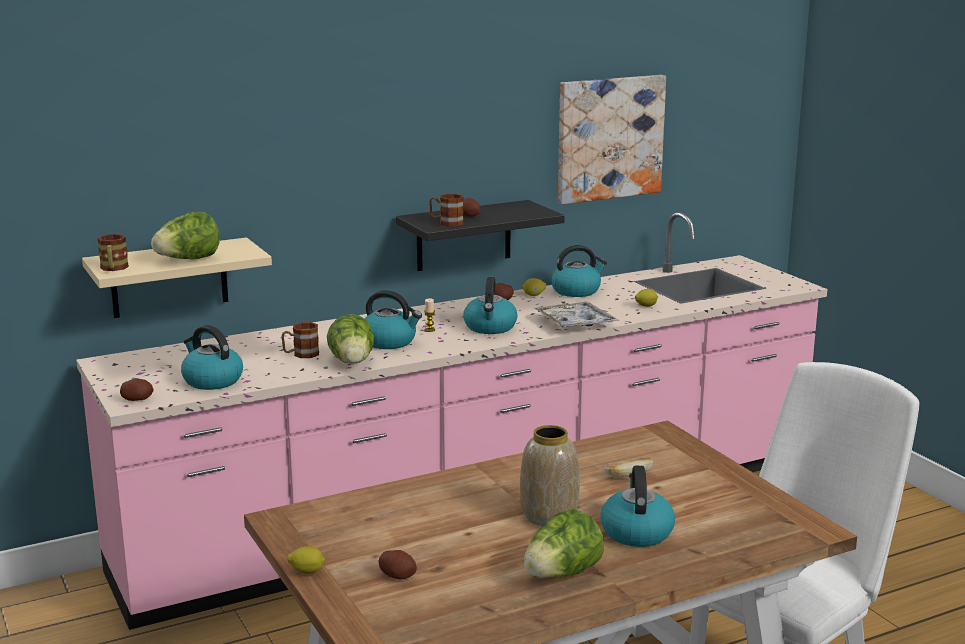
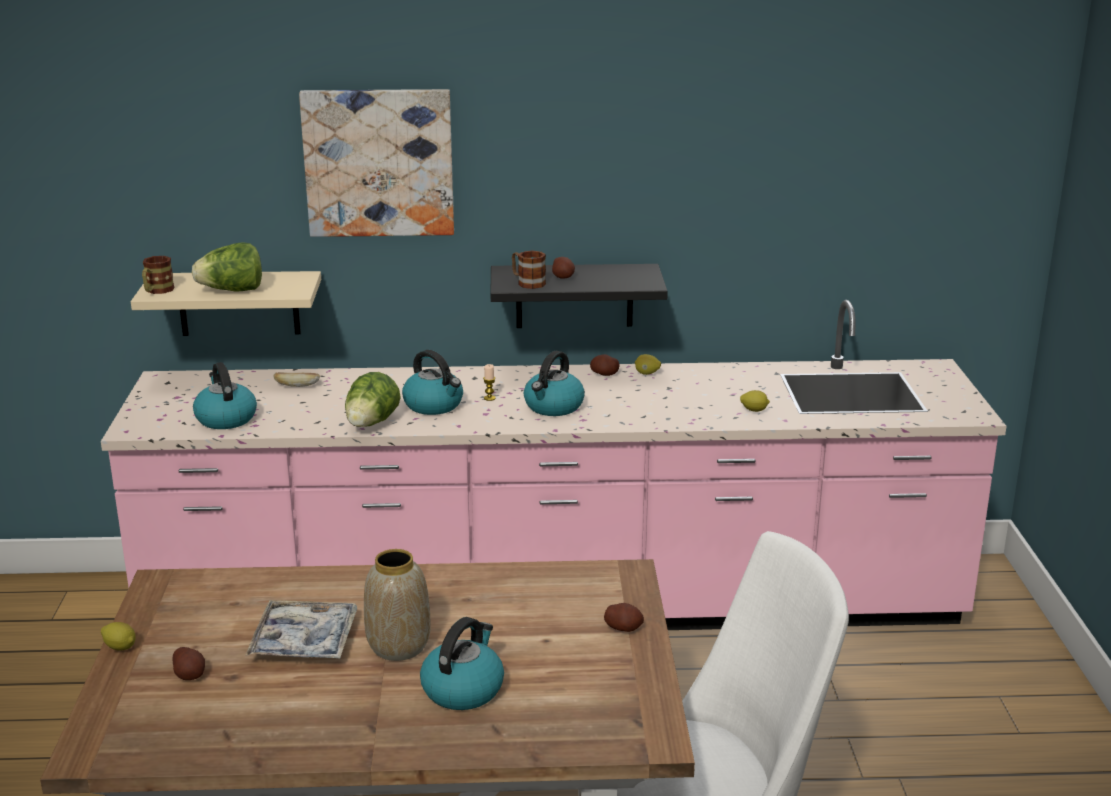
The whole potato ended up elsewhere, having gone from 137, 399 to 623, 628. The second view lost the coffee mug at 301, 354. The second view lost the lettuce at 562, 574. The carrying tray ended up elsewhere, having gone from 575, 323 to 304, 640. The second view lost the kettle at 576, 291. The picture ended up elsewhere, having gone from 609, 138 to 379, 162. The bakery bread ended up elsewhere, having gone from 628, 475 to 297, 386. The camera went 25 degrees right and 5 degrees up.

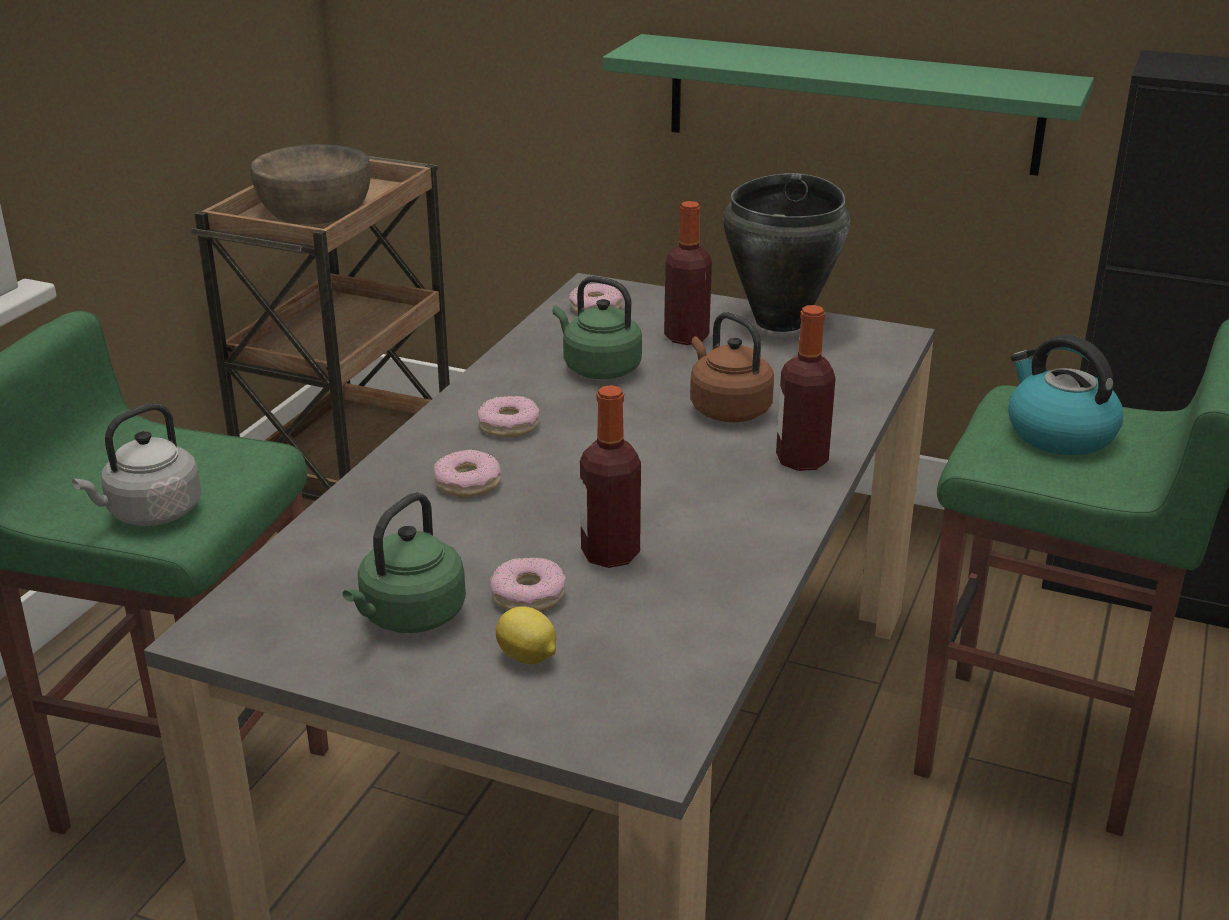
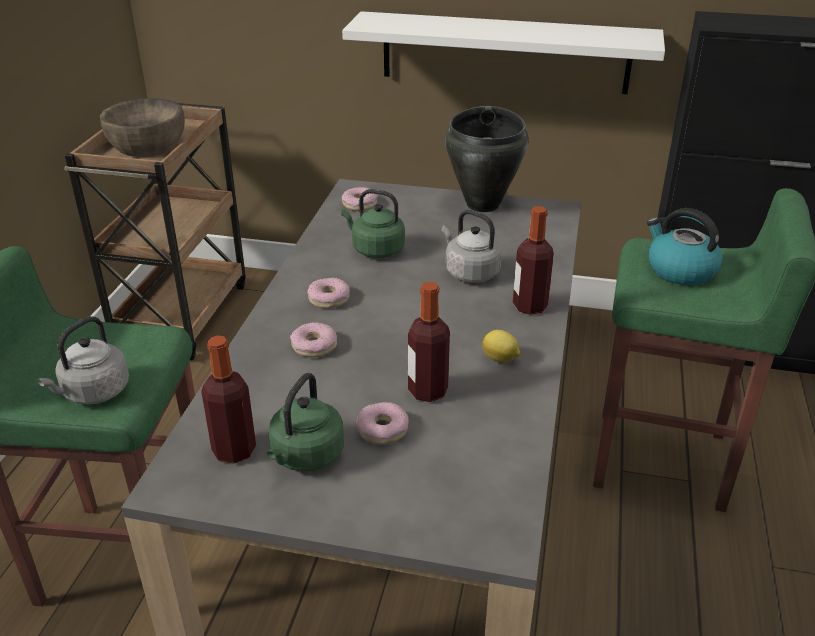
The lemon ended up elsewhere, having gone from 528, 658 to 500, 359. What was the greenish bracket shelf at 851, 103 turned into the whitish bracket shelf at 505, 52. The drink bottle ended up elsewhere, having gone from 686, 337 to 234, 450. What was the brownish kettle at 727, 409 turned into the greyish kettle at 469, 272. The camera went 10 degrees left and 5 degrees up.

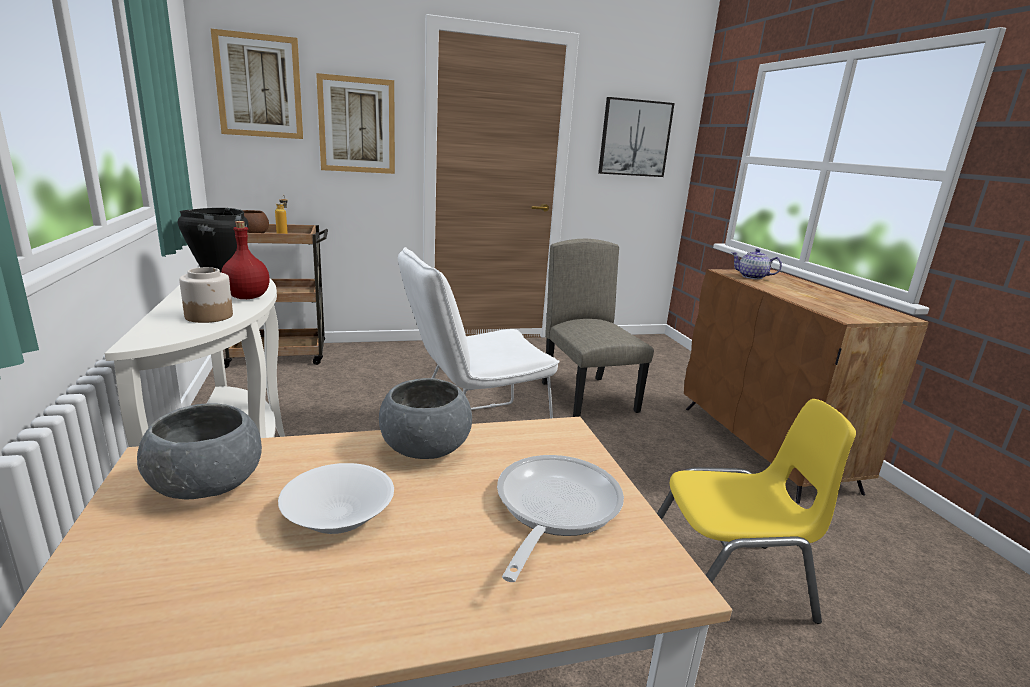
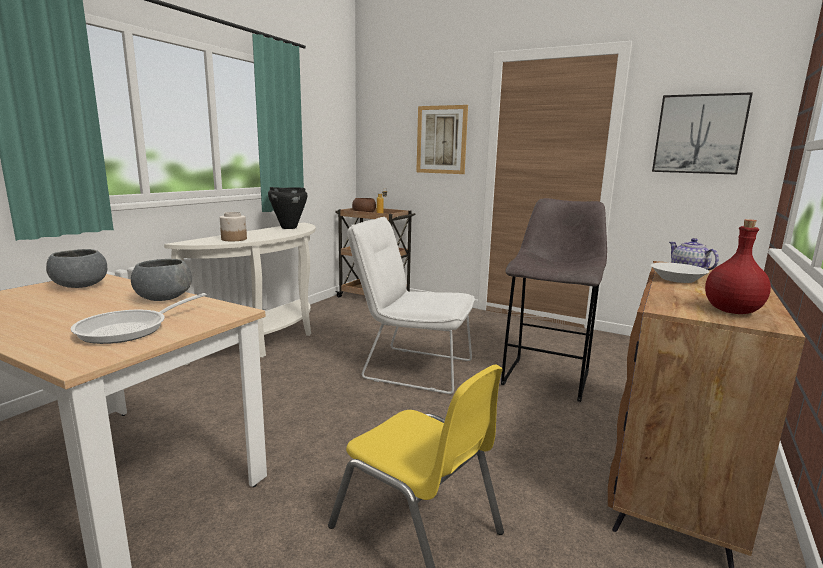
The second view lost the picture at 259, 86. The red-coloured drink bottle ended up elsewhere, having gone from 247, 297 to 731, 311. The whitish deep dish ended up elsewhere, having gone from 340, 514 to 678, 279. The skillet at 553, 509 ended up facing another way, 150 degrees clockwise from before. Where the beige-coloured plain chair stood at 589, 397, the greyish stool came to stand at 546, 377. The camera went 45 degrees right and 5 degrees down.

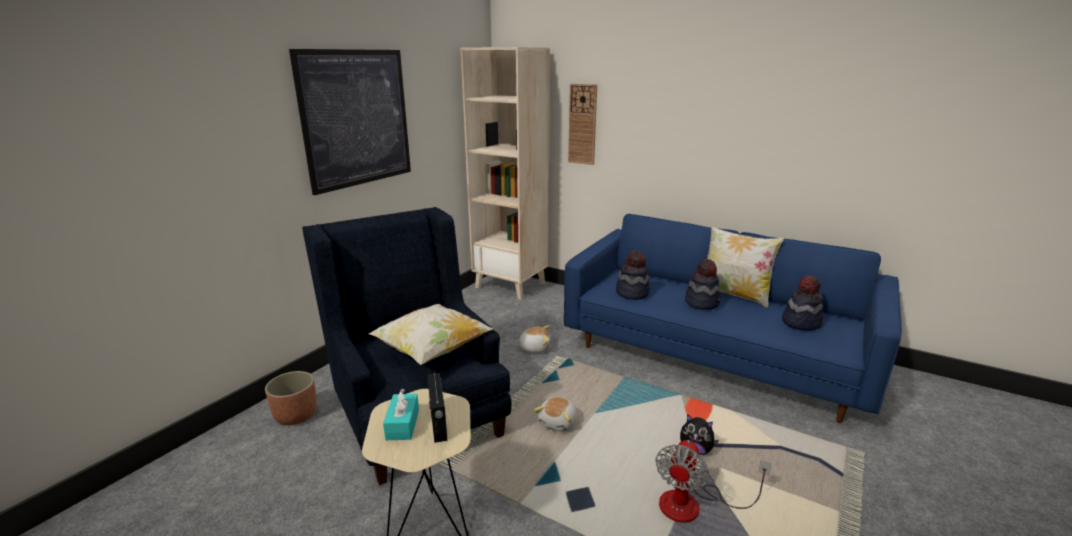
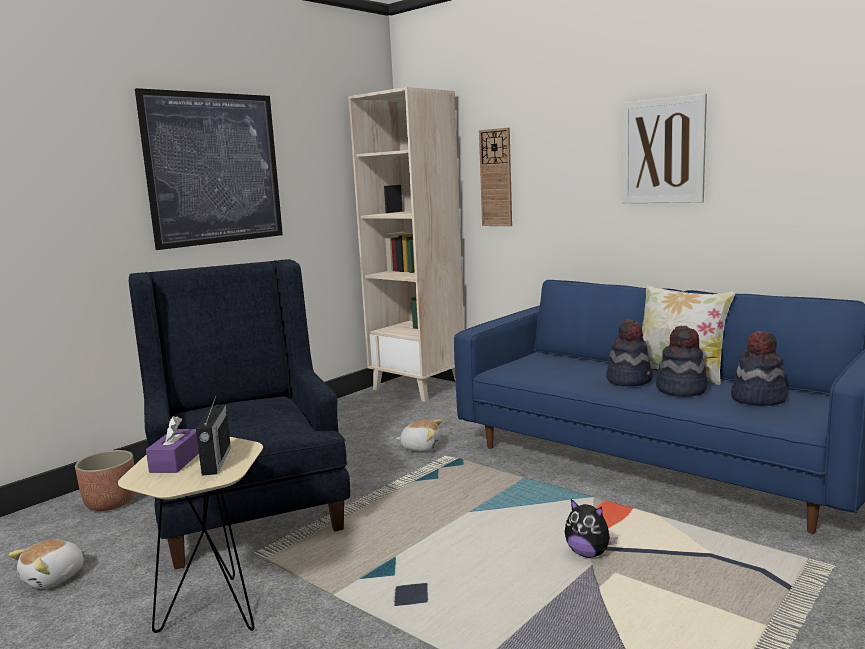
The second view lost the cushion at 432, 351. What was the turquoise-coloured tissue box at 402, 424 turned into the purple-coloured tissue box at 176, 461. The cuddly toy ended up elsewhere, having gone from 558, 422 to 54, 578. The hat ended up elsewhere, having gone from 632, 293 to 681, 389. The second view lost the cooling fan at 693, 505. The second view gained the picture at 663, 151. The camera went 10 degrees right and 10 degrees down.

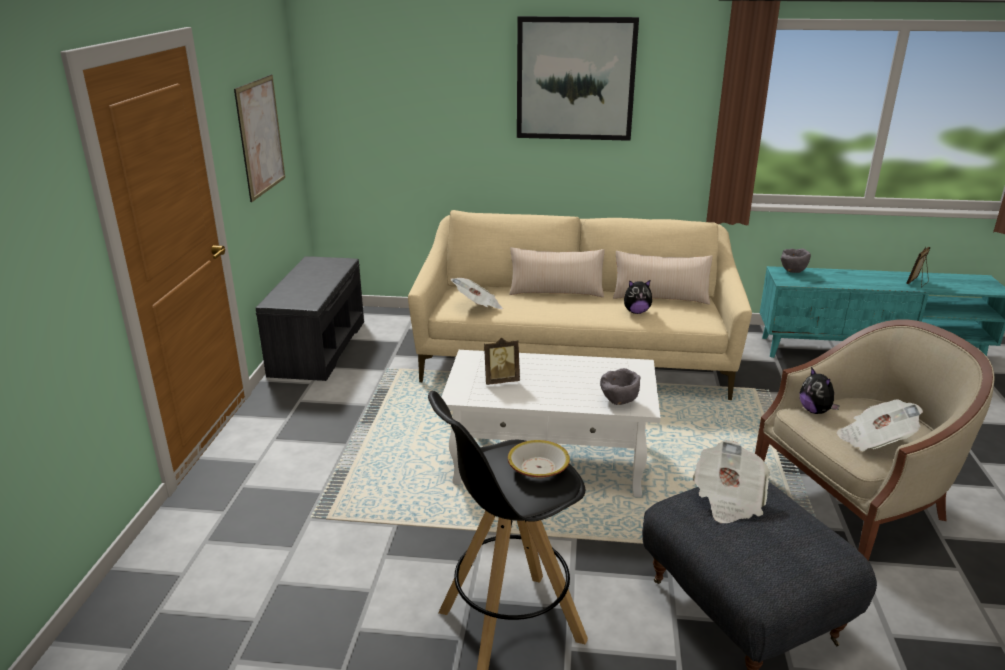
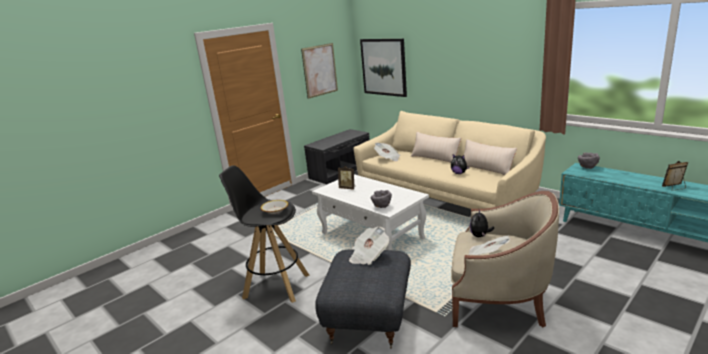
The picture ended up elsewhere, having gone from 575, 79 to 383, 67. The camera went 40 degrees right and 5 degrees down.

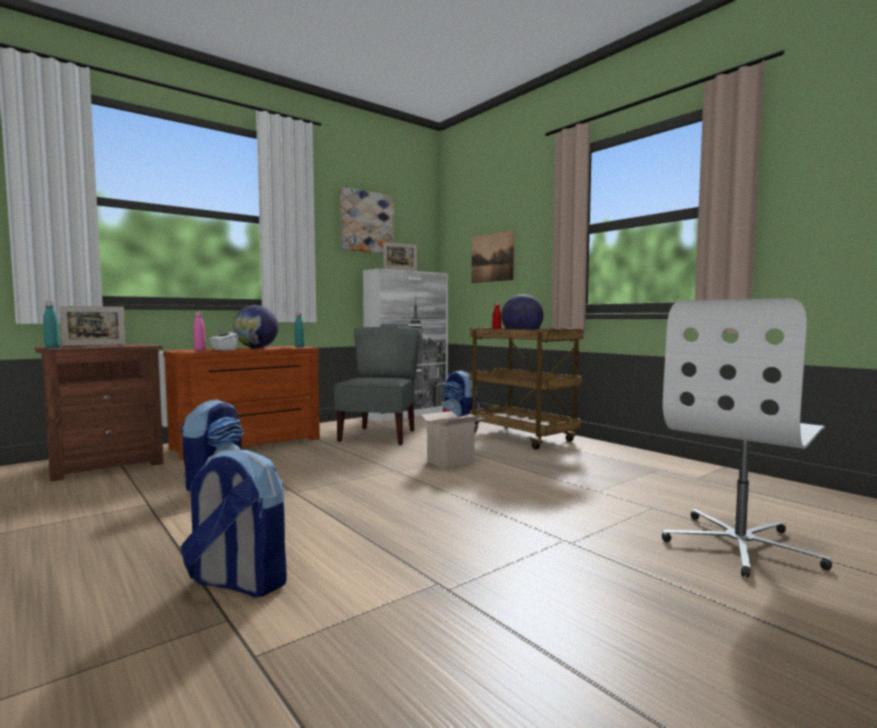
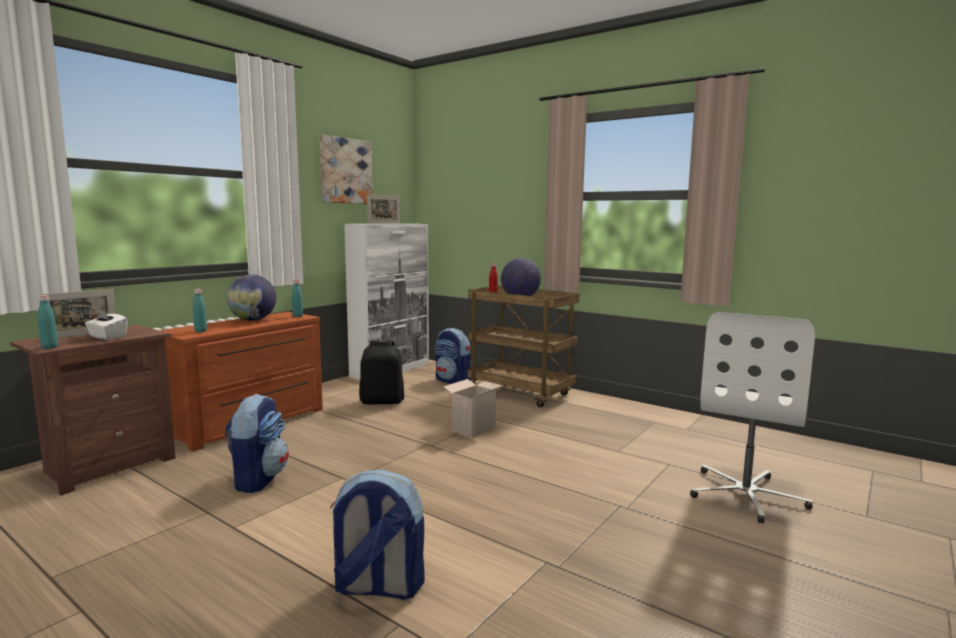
What was the pinkish drink bottle at 199, 350 turned into the turquoise-coloured drink bottle at 200, 331. The whitish tissue box ended up elsewhere, having gone from 223, 350 to 107, 337. Where the greyish plain chair stood at 379, 436, the black knapsack came to stand at 382, 401. The second view lost the picture at 492, 257. The camera went 15 degrees left and 5 degrees up.

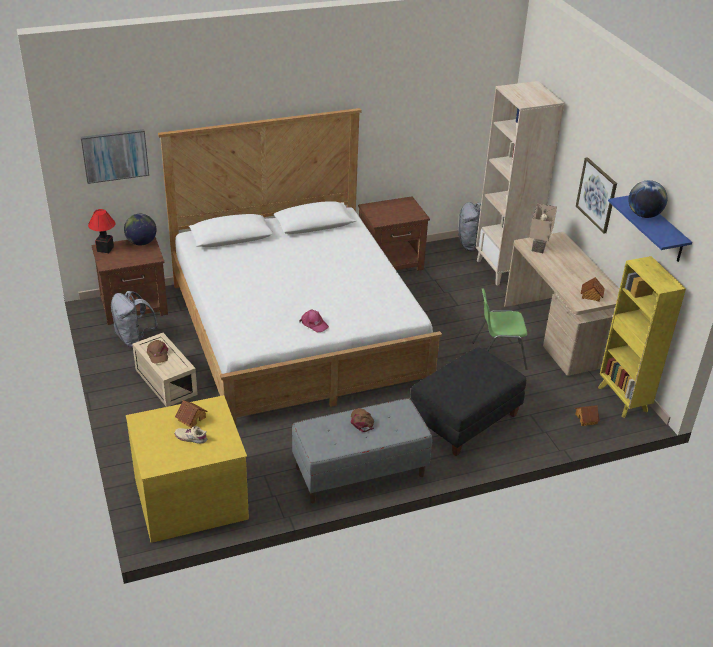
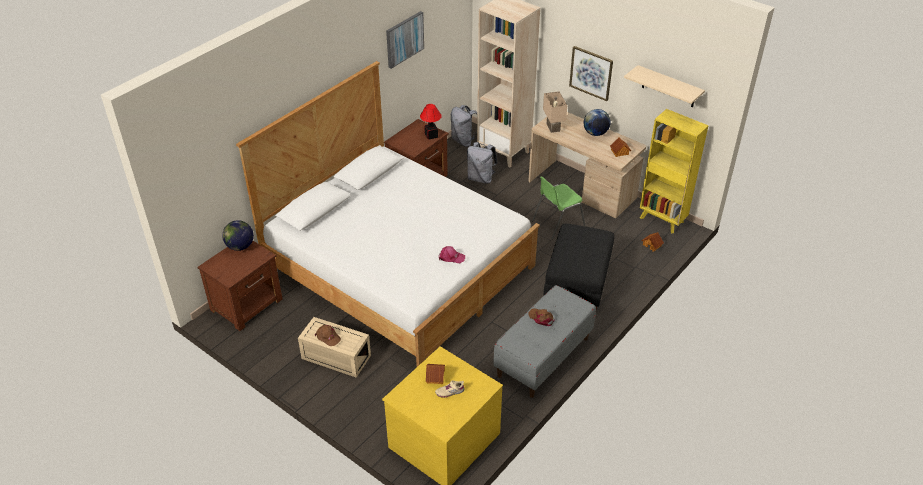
The picture ended up elsewhere, having gone from 115, 155 to 404, 39. The lamp for a table ended up elsewhere, having gone from 105, 248 to 431, 135. The greyish knapsack ended up elsewhere, having gone from 134, 339 to 481, 178. What was the blue bracket shelf at 660, 229 turned into the beige-coloured bracket shelf at 669, 87. The globe ended up elsewhere, having gone from 643, 215 to 595, 133. The camera went 30 degrees left and 5 degrees up.

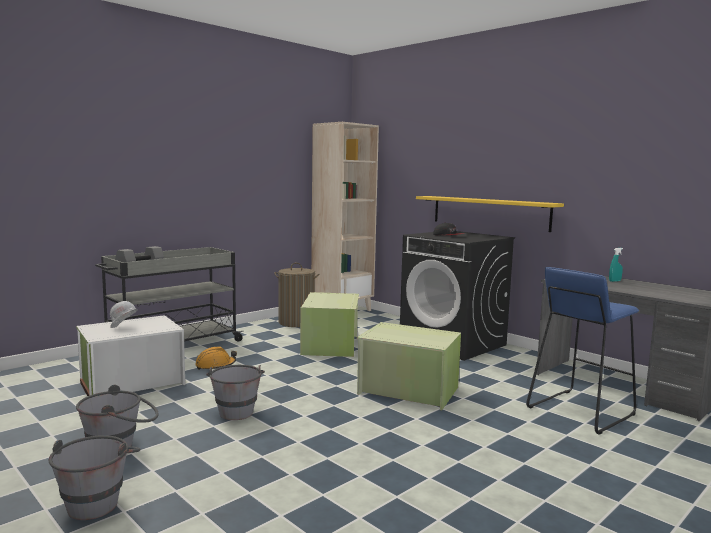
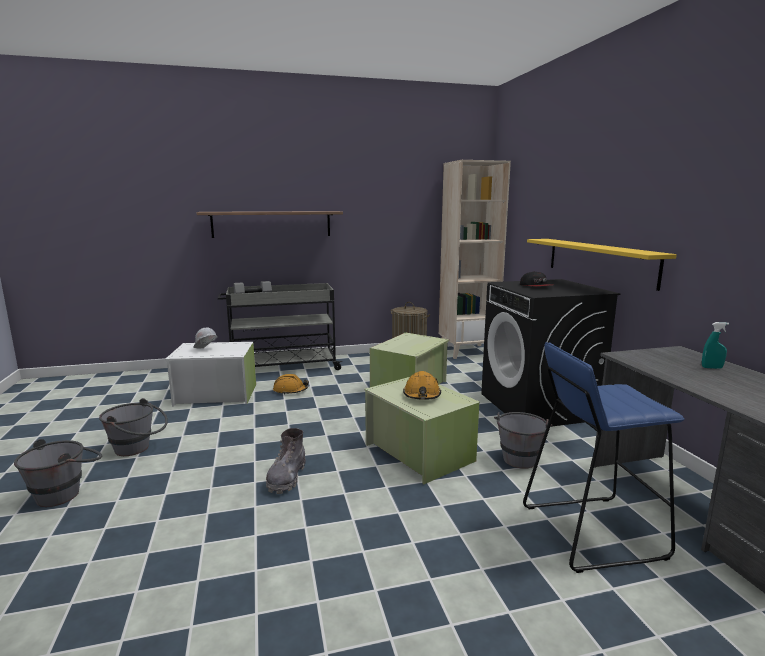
The greyish water bucket ended up elsewhere, having gone from 236, 410 to 519, 456. The second view gained the bracket shelf at 271, 224. The second view gained the greyish boot at 287, 478. The second view gained the orange work helmet at 422, 395. The camera went 30 degrees right and 5 degrees up.

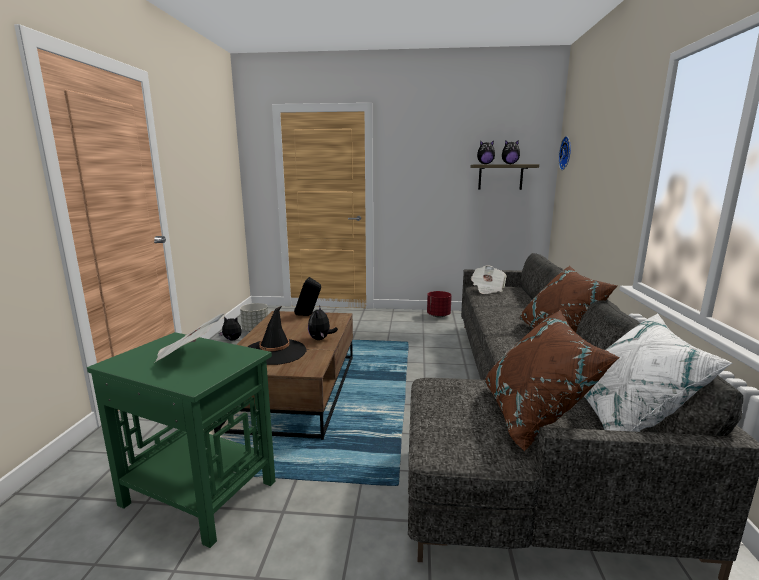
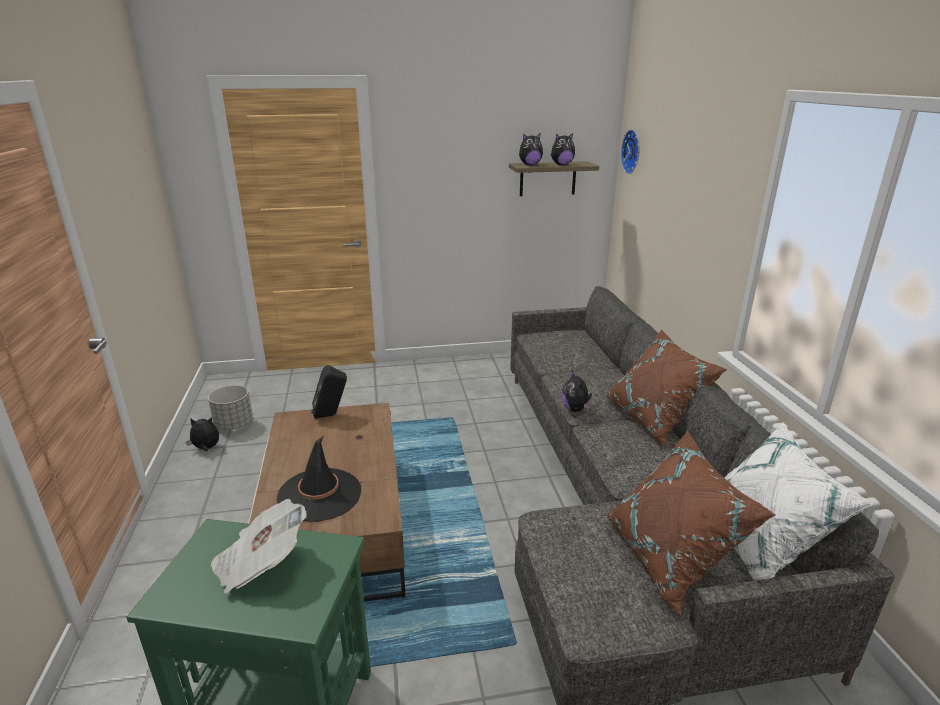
The cuddly toy ended up elsewhere, having gone from 321, 339 to 575, 409. The second view lost the red-coloured flower pot at 438, 315. The second view lost the printed paper at 487, 289. The camera went 15 degrees left and 10 degrees up.

